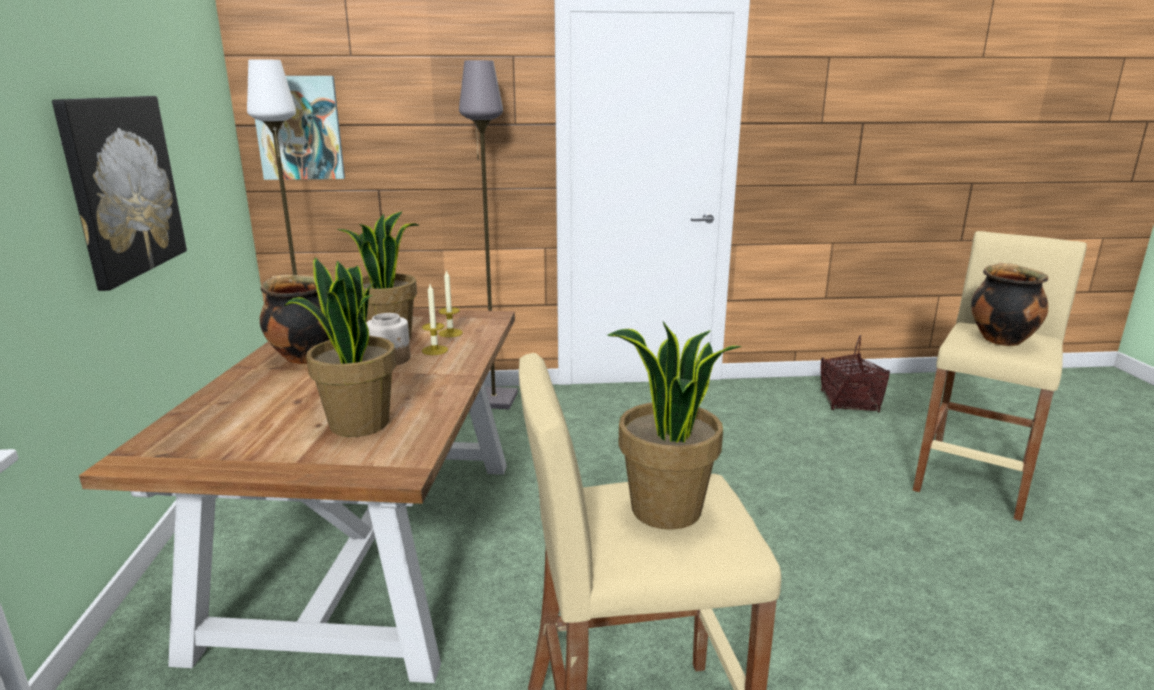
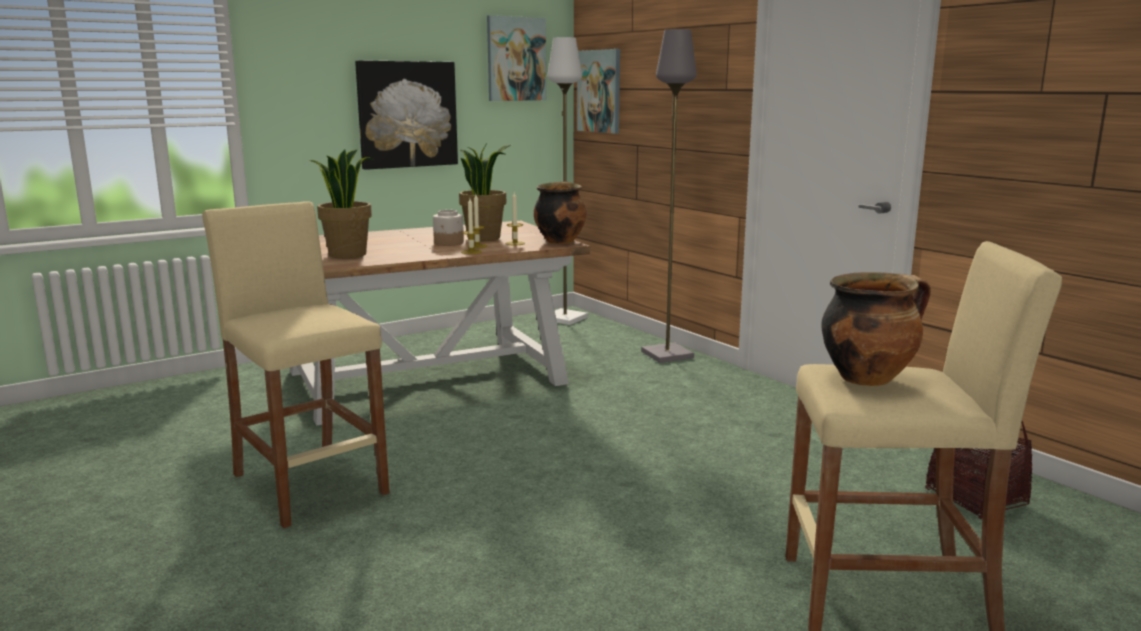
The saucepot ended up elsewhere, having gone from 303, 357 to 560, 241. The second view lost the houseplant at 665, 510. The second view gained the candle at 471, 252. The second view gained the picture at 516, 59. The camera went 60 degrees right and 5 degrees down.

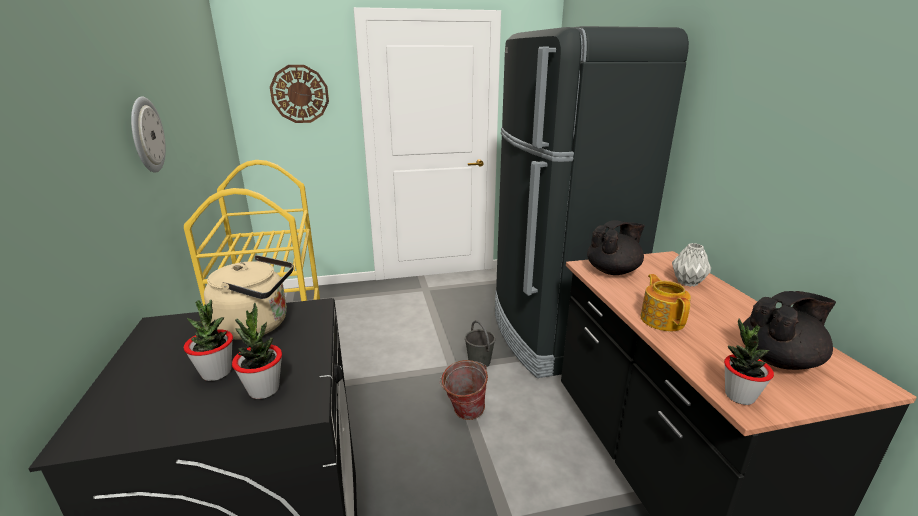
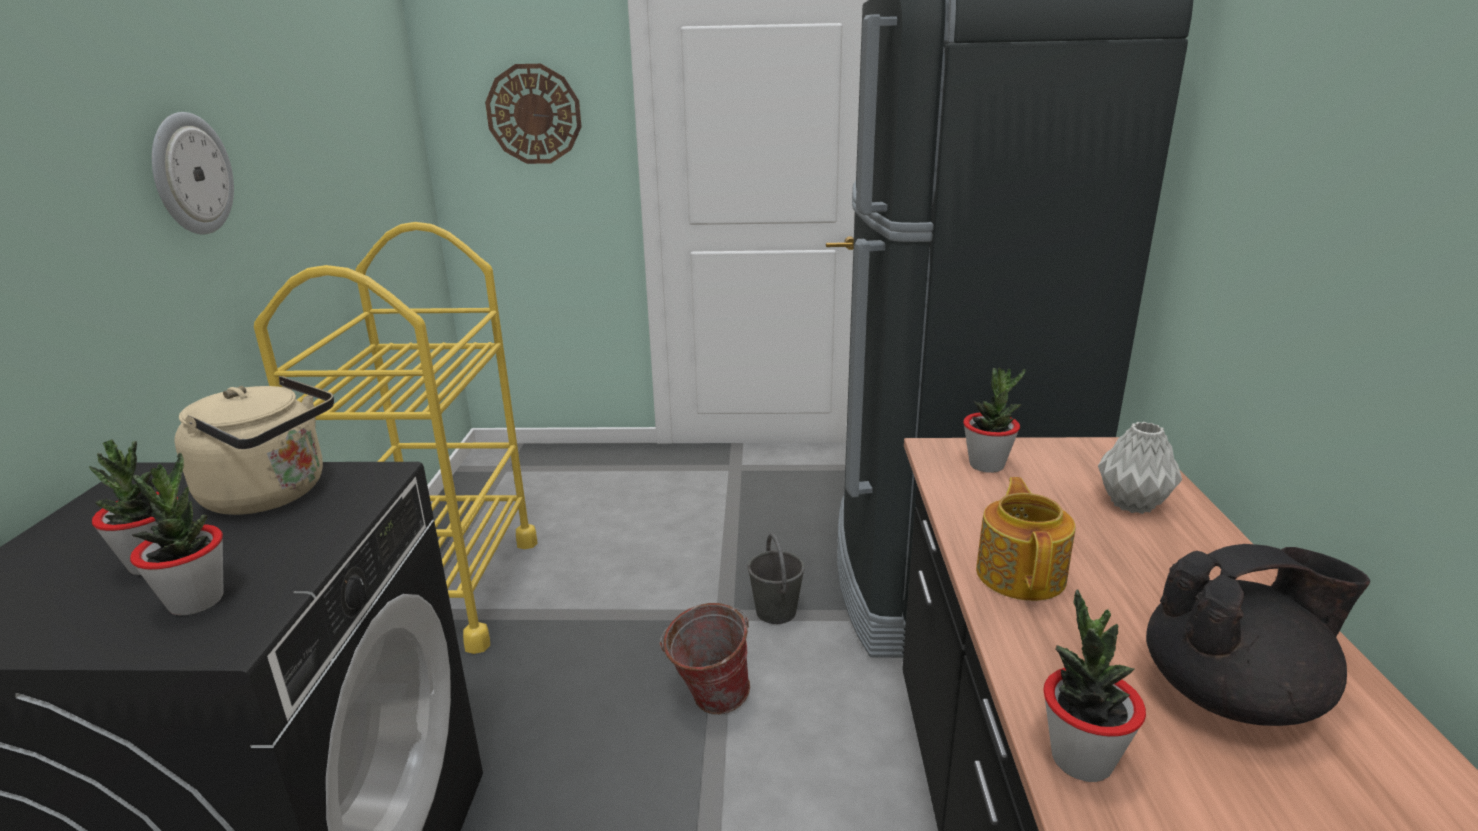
Where the black teapot stood at 613, 271, the houseplant came to stand at 987, 465. The camera went 15 degrees right and 0 degrees up.

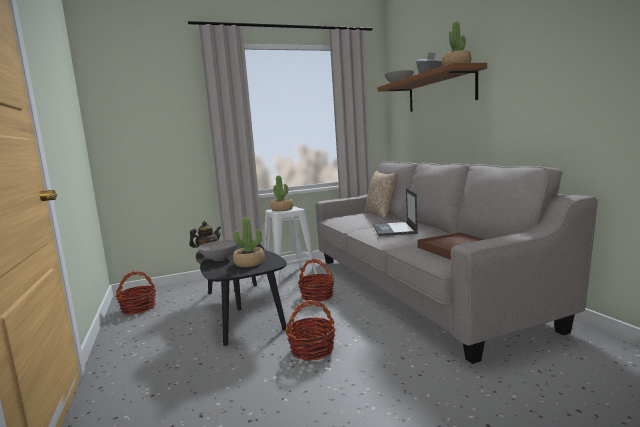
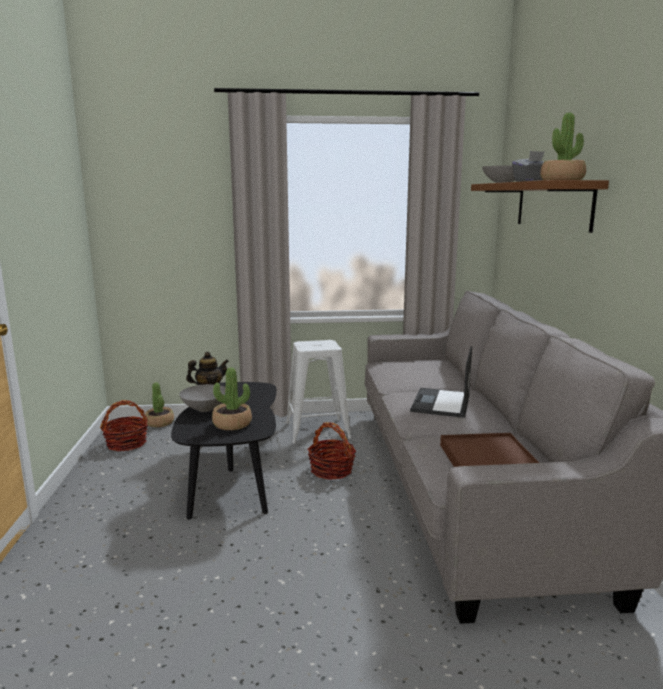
The houseplant ended up elsewhere, having gone from 282, 209 to 160, 423. The second view lost the household basket at 312, 350. The second view lost the cushion at 381, 214. The camera went 15 degrees right and 5 degrees up.

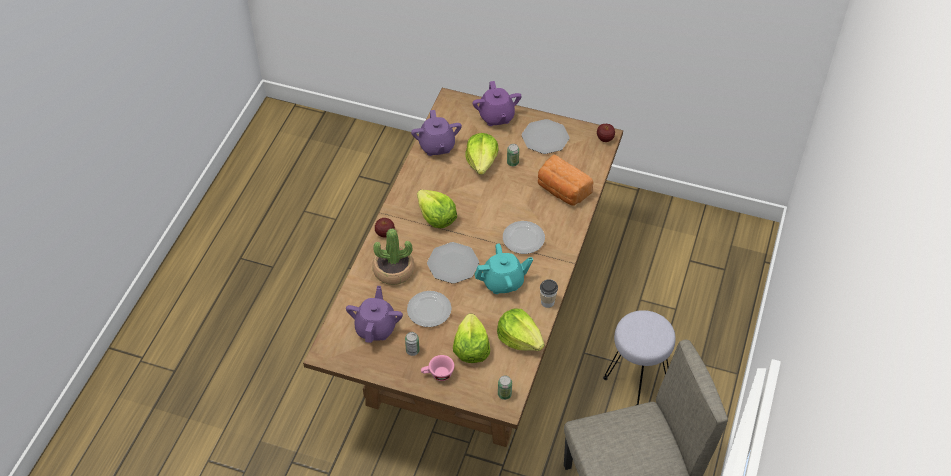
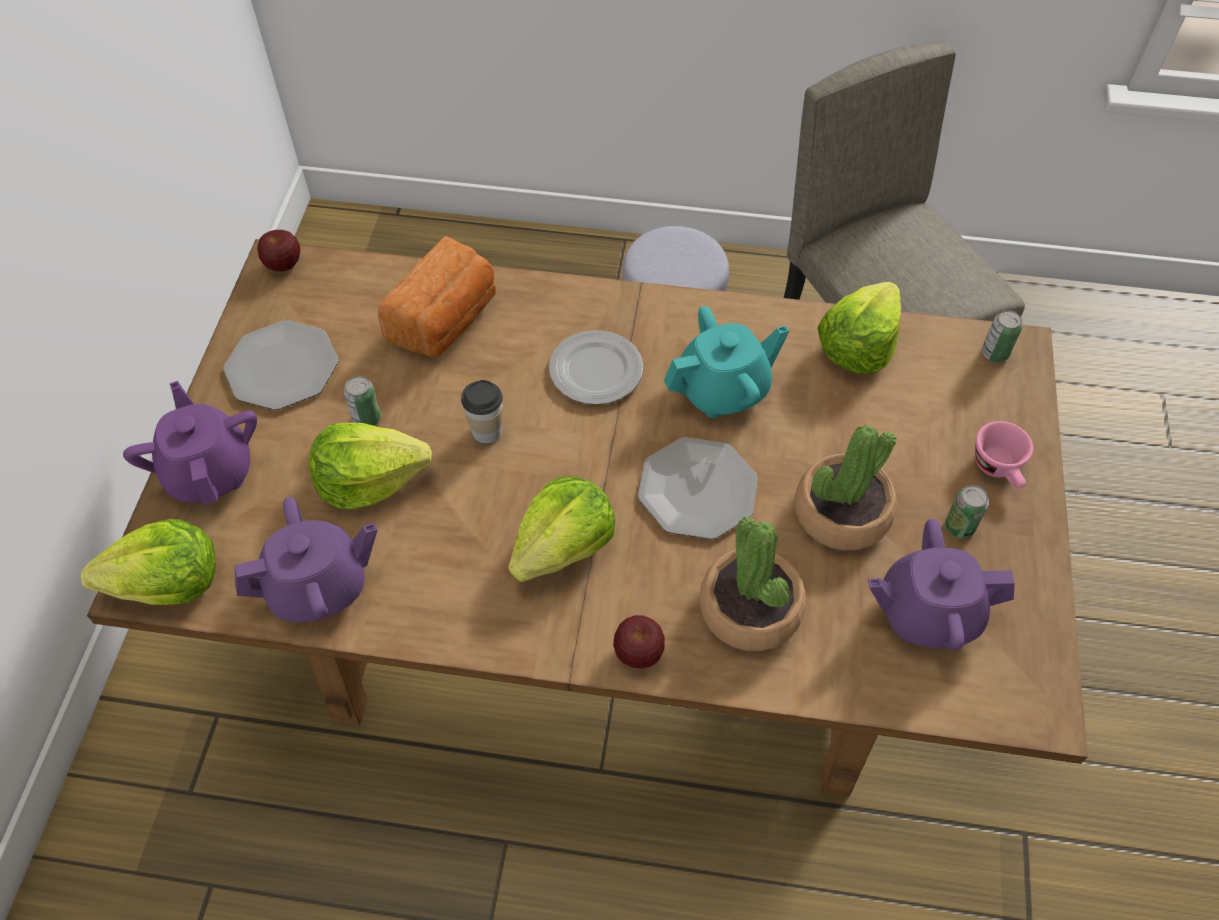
Where the dinner plate stood at 429, 310, the houseplant came to stand at 841, 513. The lettuce ended up elsewhere, having gone from 471, 348 to 168, 584. The purple-coloured teapot at 496, 117 ended up facing another way, 90 degrees counterclockwise from before. The turquoise-coloured teapot at 503, 282 ended up facing another way, 90 degrees clockwise from before. The drinking cup ended up elsewhere, having gone from 547, 302 to 486, 431. The camera went 100 degrees left and 5 degrees up.

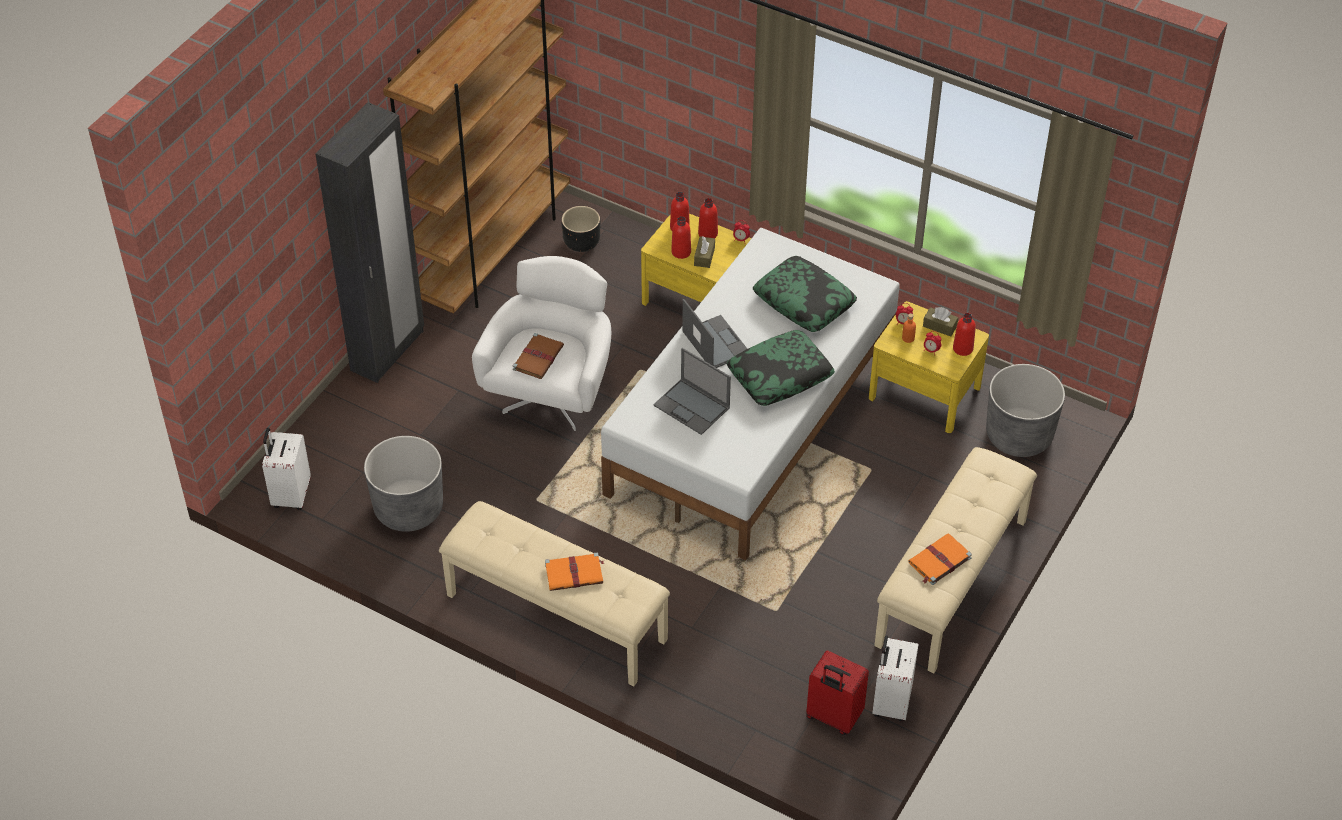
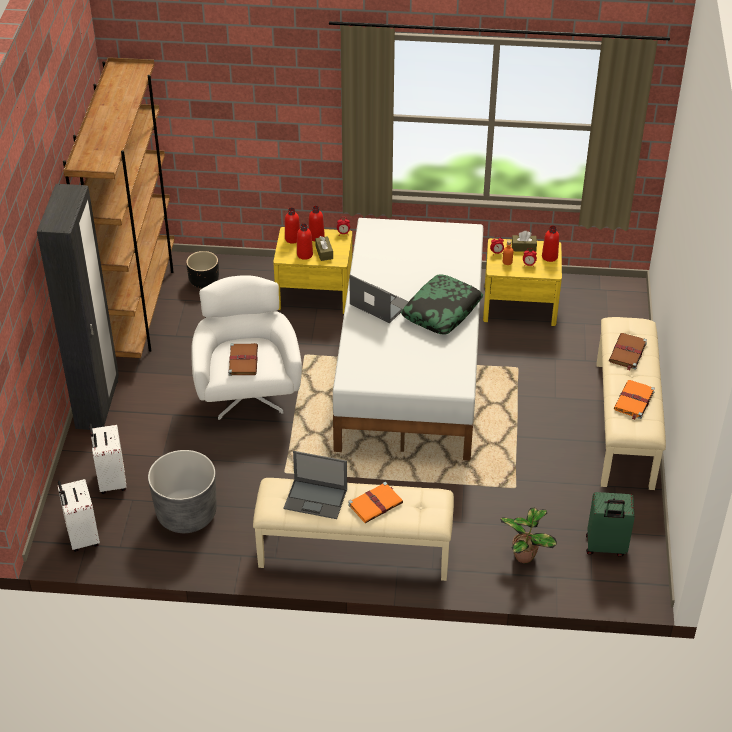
The laptop ended up elsewhere, having gone from 692, 407 to 316, 499. The second view lost the cushion at 804, 301. What was the red-coloured suitcase at 833, 717 turned into the greenish suitcase at 605, 547. The whitish suitcase ended up elsewhere, having gone from 890, 702 to 111, 481. The second view lost the greyish flower pot at 1019, 435. The second view gained the houseplant at 525, 555. The second view gained the brownish book at 627, 353. The camera went 25 degrees left and 5 degrees down.

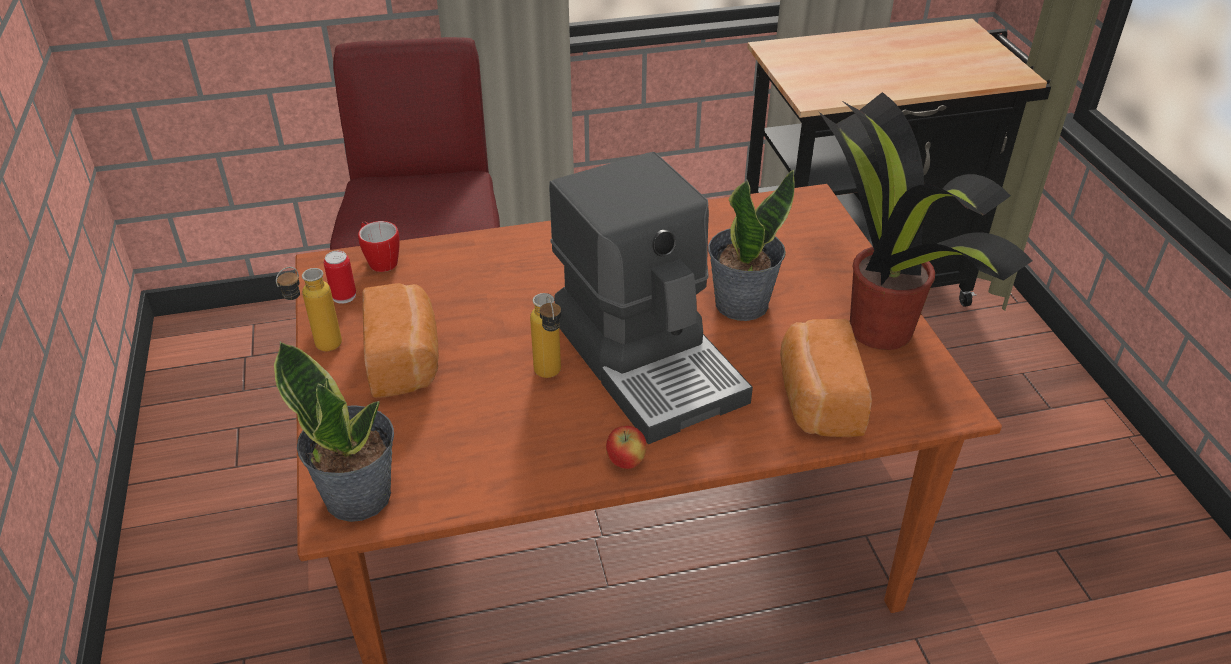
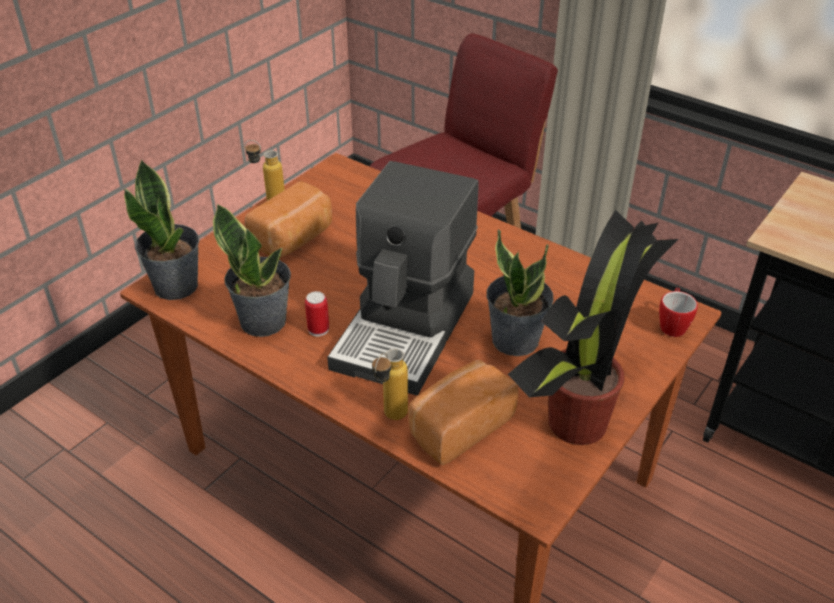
The sealed can ended up elsewhere, having gone from 344, 296 to 318, 329. The coffee mug ended up elsewhere, having gone from 380, 260 to 672, 324. The drink bottle ended up elsewhere, having gone from 550, 377 to 390, 419. The second view lost the apple at 626, 462. The second view gained the houseplant at 264, 320. The camera went 50 degrees right and 0 degrees up.

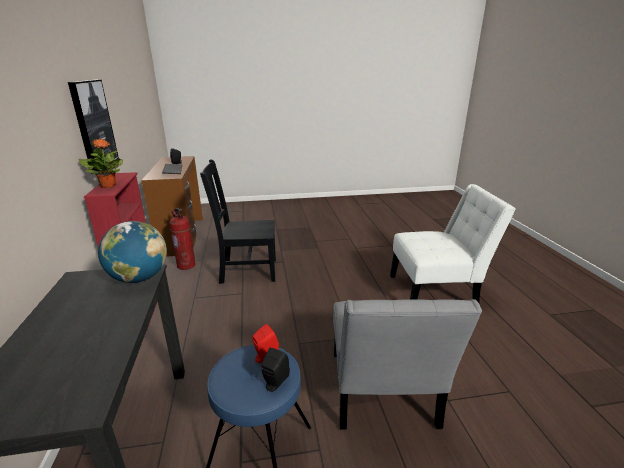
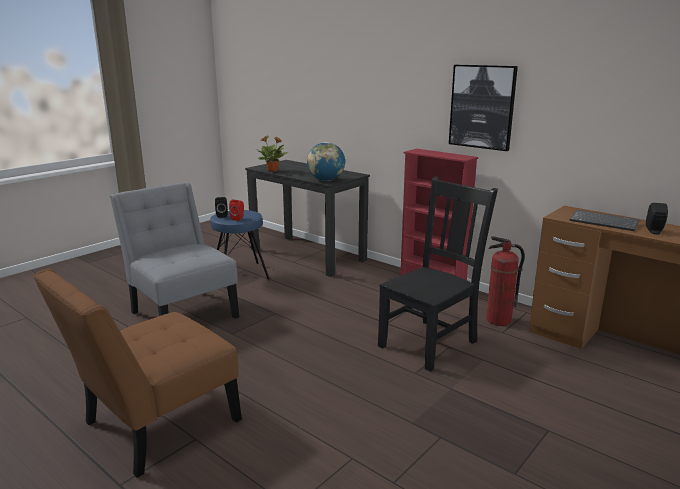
The houseplant ended up elsewhere, having gone from 108, 186 to 273, 171. What was the whitish plain chair at 437, 291 turned into the brownish plain chair at 154, 426. The camera went 140 degrees right and 5 degrees down.

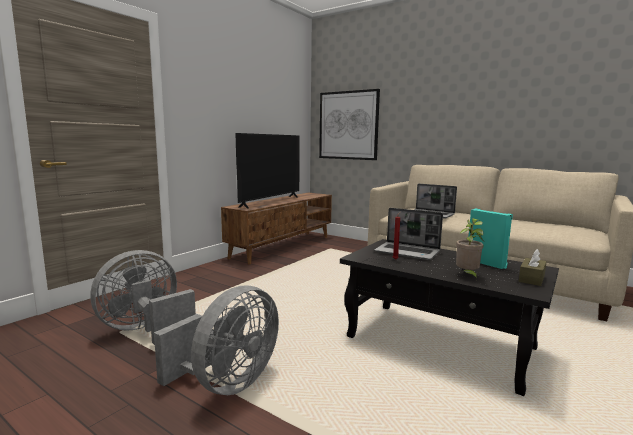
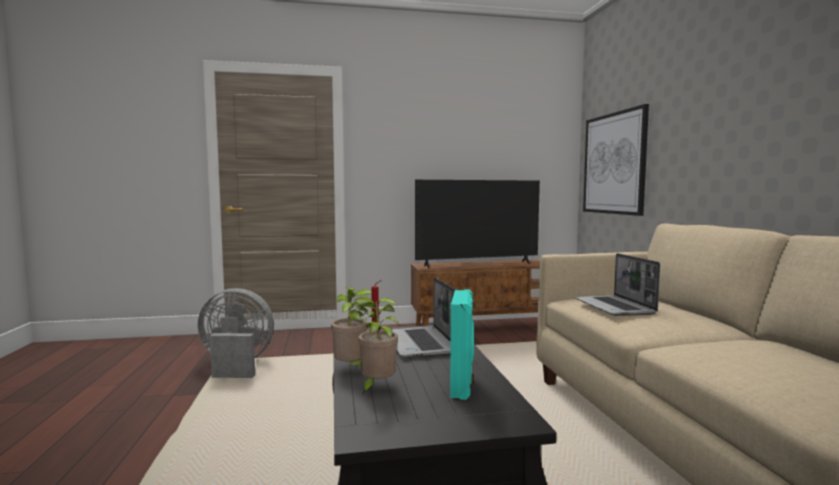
The second view lost the greyish cooling fan at 227, 383. The second view lost the brownish tissue box at 531, 278. The second view gained the houseplant at 352, 369. The camera went 45 degrees right and 5 degrees down.

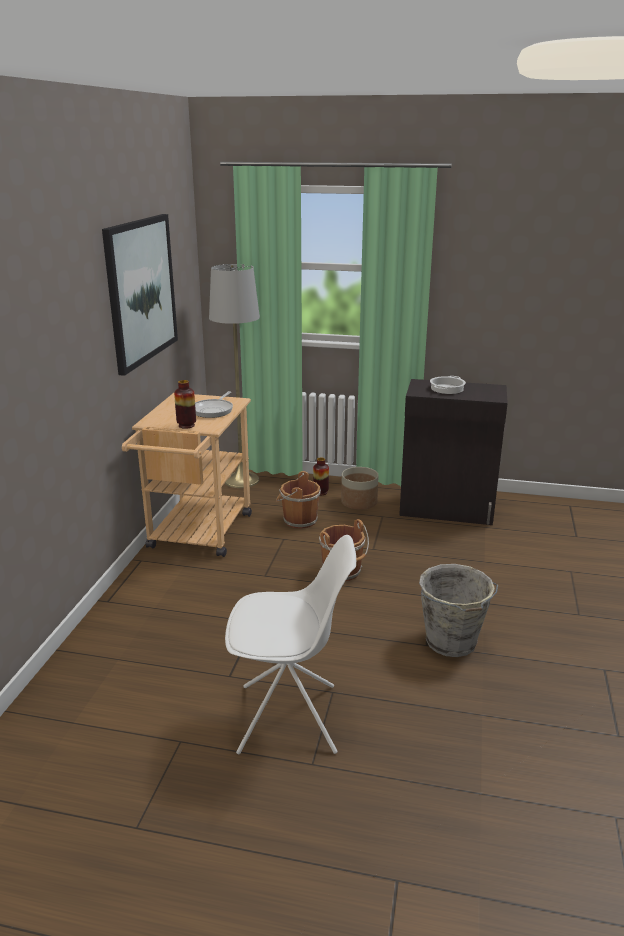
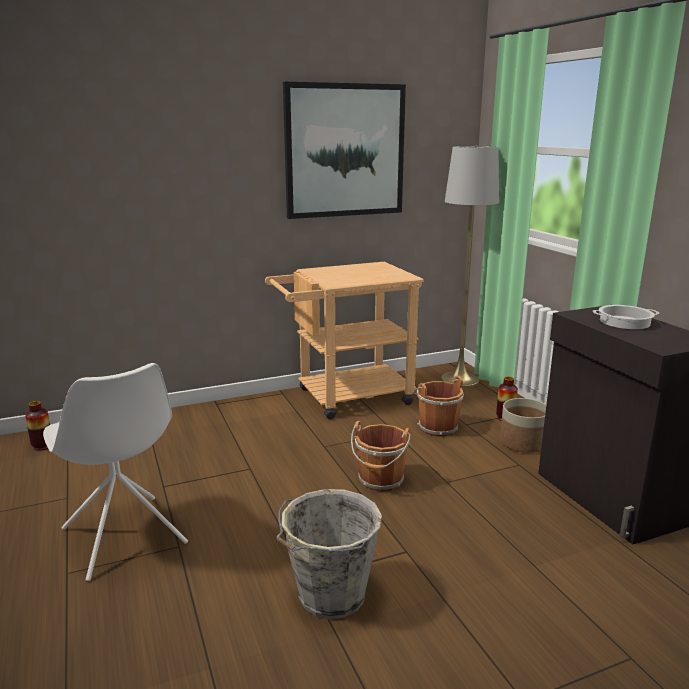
The flower vase ended up elsewhere, having gone from 186, 425 to 42, 446. The second view lost the skillet at 213, 410. The camera went 55 degrees right and 5 degrees down.

